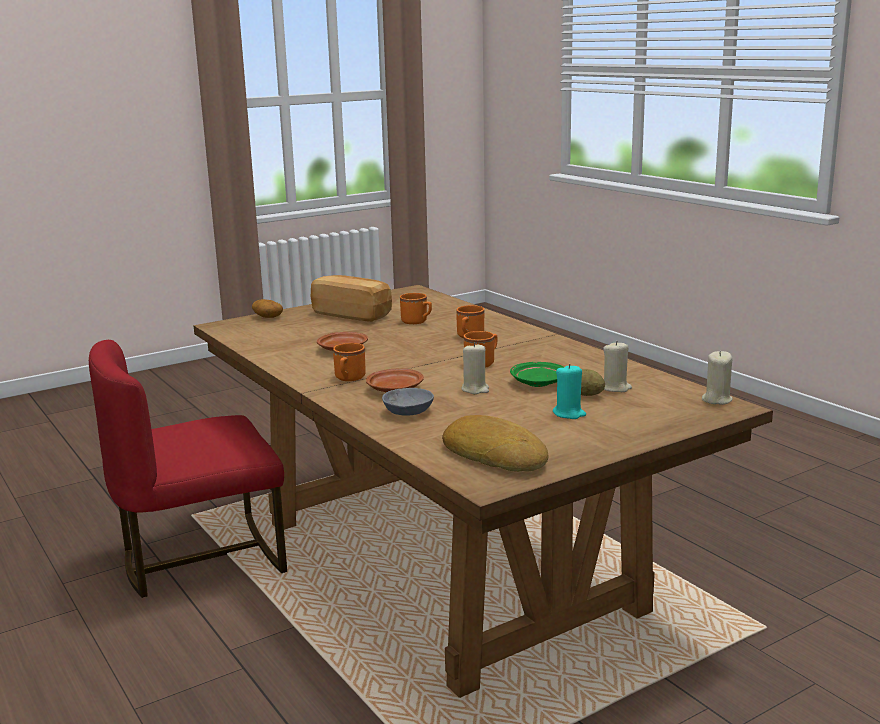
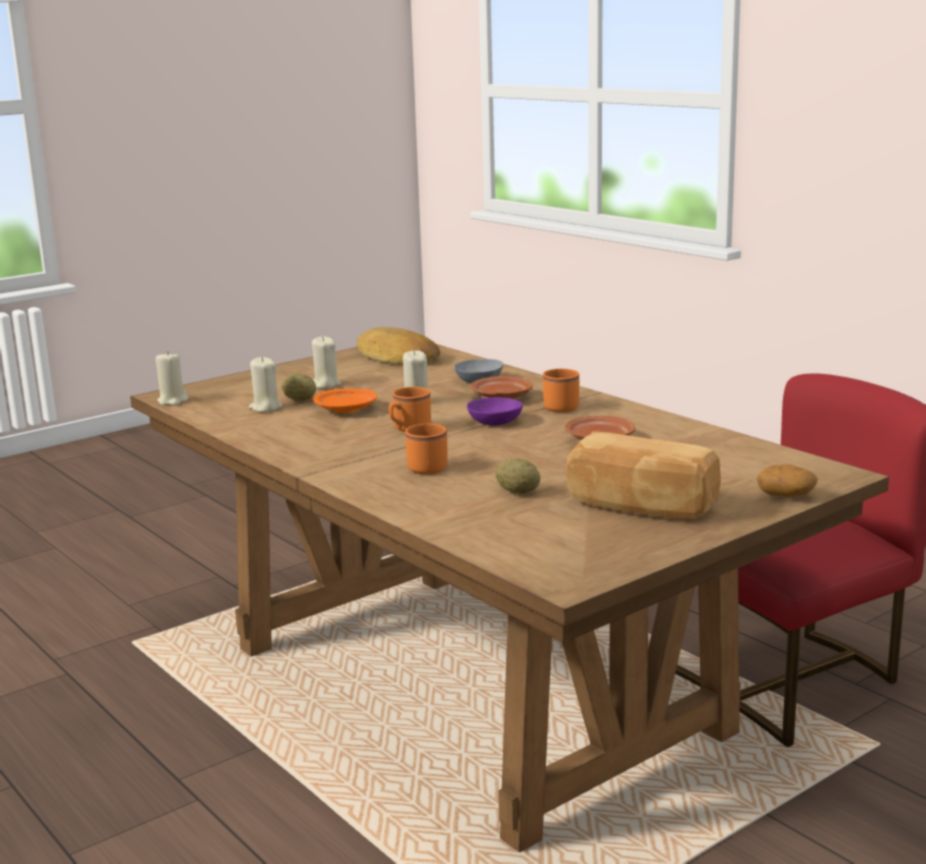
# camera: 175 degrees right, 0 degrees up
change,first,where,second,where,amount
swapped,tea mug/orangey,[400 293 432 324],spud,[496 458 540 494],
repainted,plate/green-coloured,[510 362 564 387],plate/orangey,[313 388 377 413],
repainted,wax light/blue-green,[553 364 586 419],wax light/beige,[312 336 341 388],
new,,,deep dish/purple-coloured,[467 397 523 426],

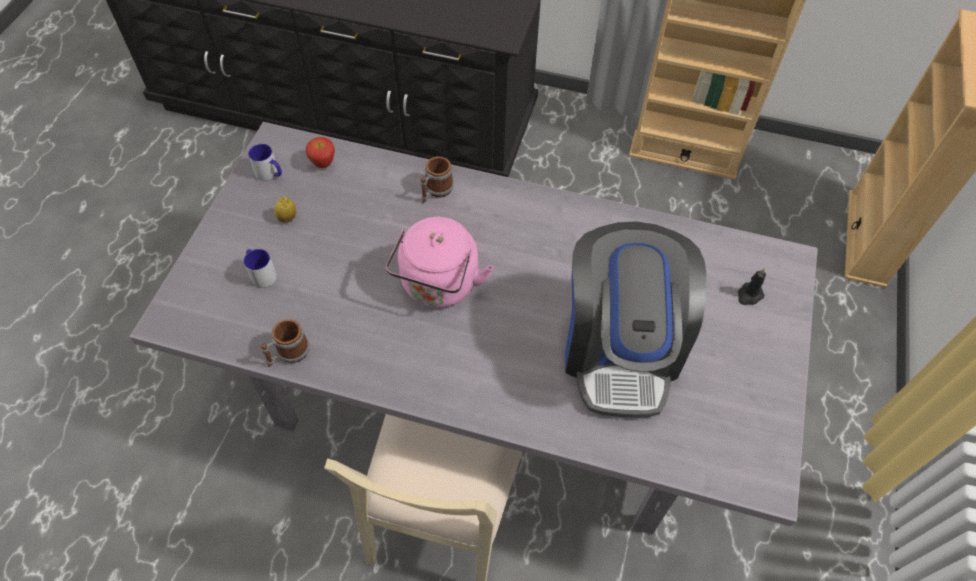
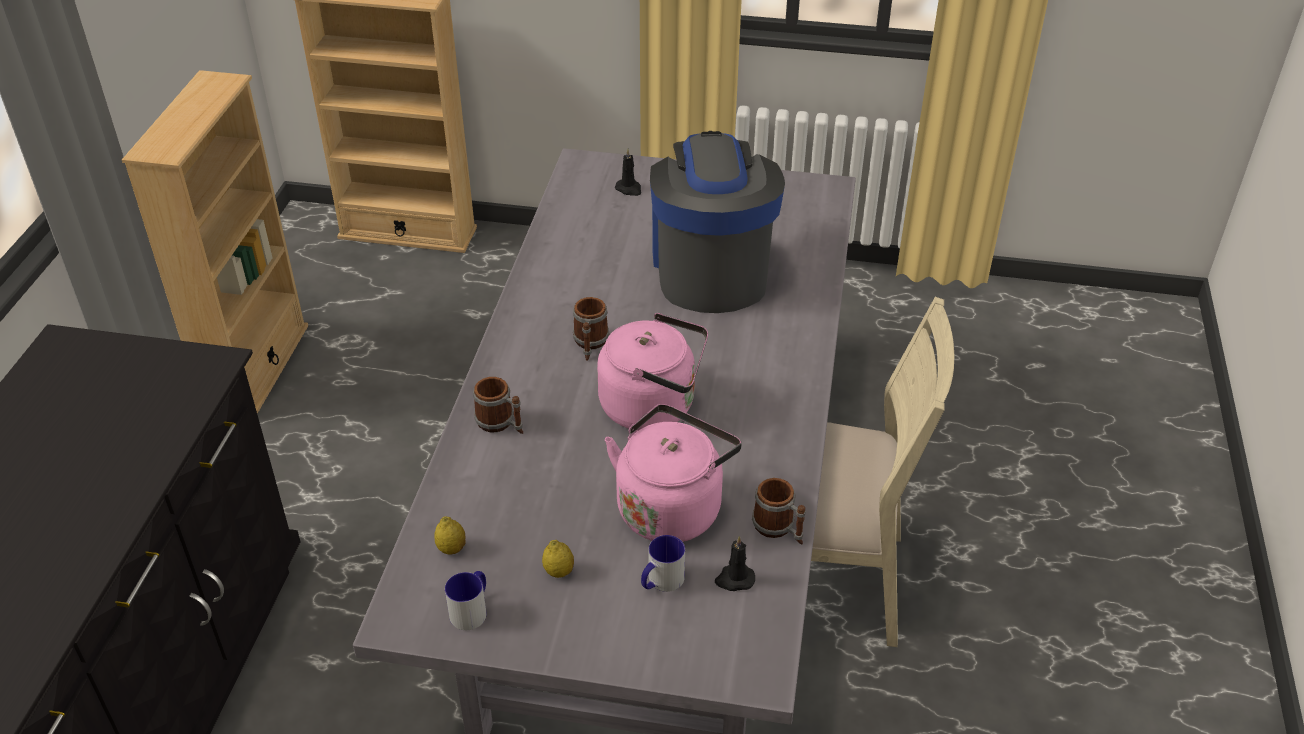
# camera: 95 degrees left, 15 degrees down
change,first,where,second,where,amount
swapped,apple fruit,[306 137 335 168],whole lemon,[435 516 466 555],
rotated,coffee machine,[565 222 706 418],,[650 131 785 313],90 degrees counterclockwise
new,,,tea mug,[573 297 609 361],
new,,,tea kettle/pinkish,[605 404 741 542],
new,,,wax light/black-coloured,[715 536 755 591],

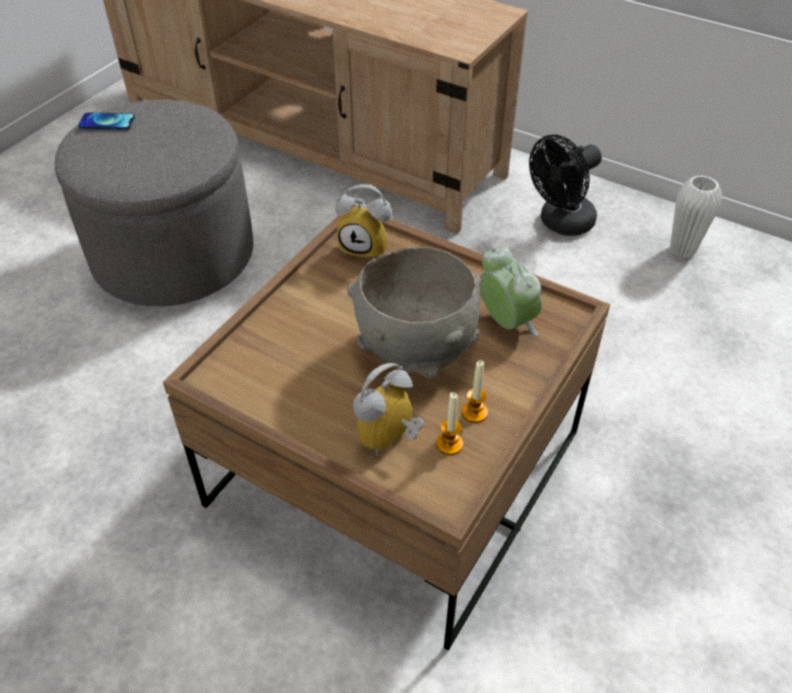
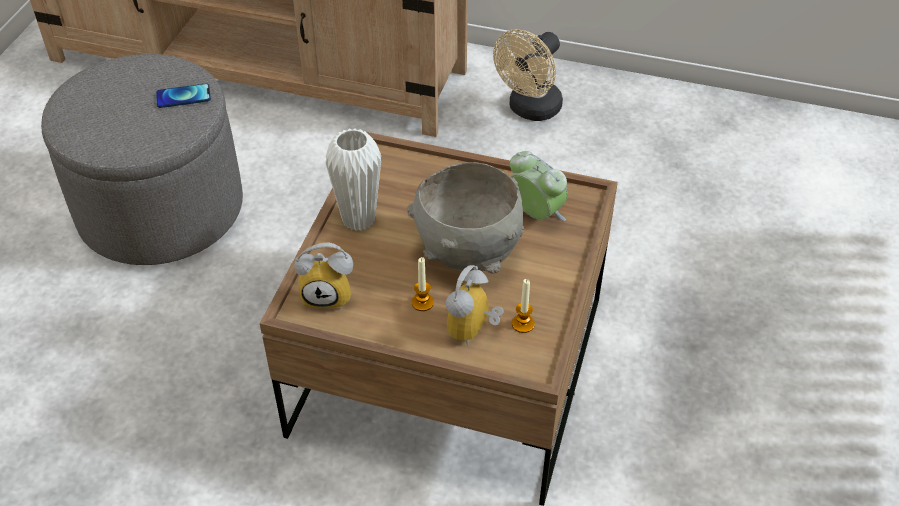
# camera: 15 degrees left, 0 degrees up
change,first,where,second,where,amount
shifted,handset,[78 112 135 130],,[156 83 211 108],
repainted,cooling fan/black-coloured,[529 135 602 236],cooling fan/beige,[493 29 563 121],
shifted,vase/white,[670 175 722 258],,[325 128 381 231],
shifted,bedside clock,[335 184 392 259],,[294 243 353 309],
shifted,wax light,[462 360 488 423],,[412 257 434 311],

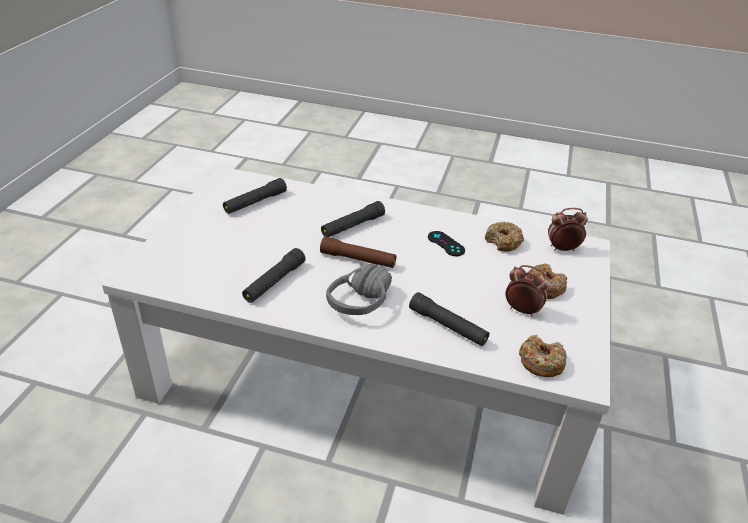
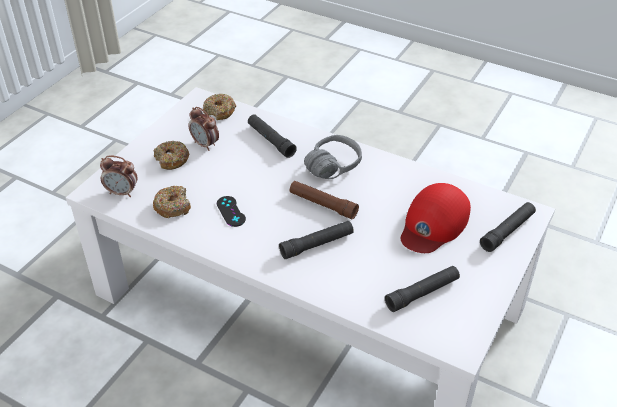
# camera: 165 degrees left, 5 degrees up
change,first,where,second,where,amount
shifted,torch/black-coloured,[242 248 306 303],,[480 202 536 252],
new,,,peaked cap/red,[401 183 471 253],

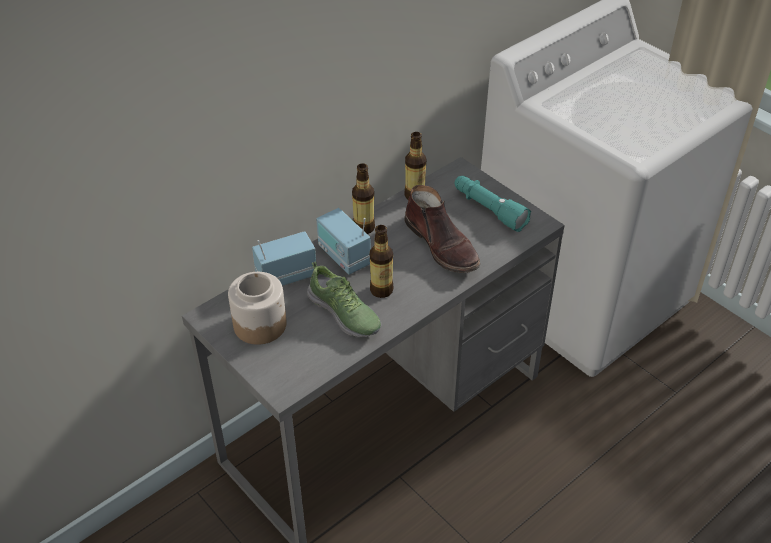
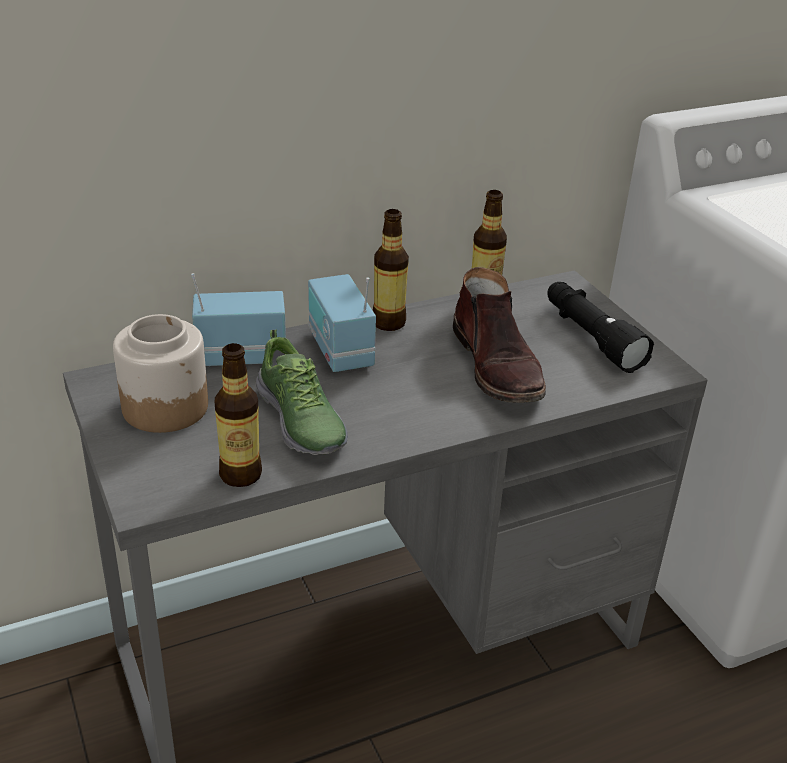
# camera: 15 degrees right, 10 degrees down
change,first,where,second,where,amount
repainted,torch/blue-green,[455 176 531 232],torch/black-coloured,[548 282 654 373],
shifted,drink bottle,[370 225 394 298],,[215 343 262 487],

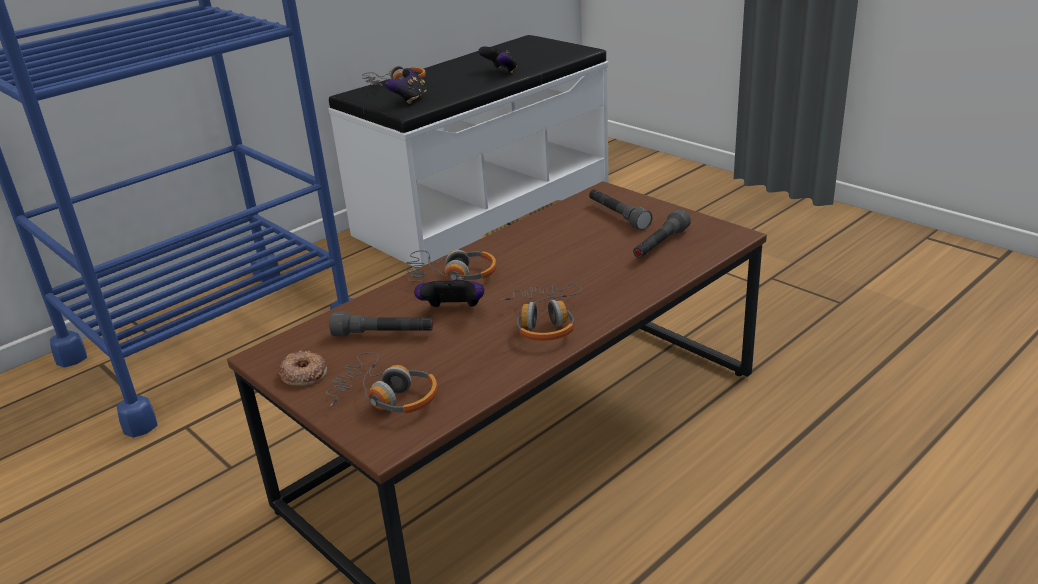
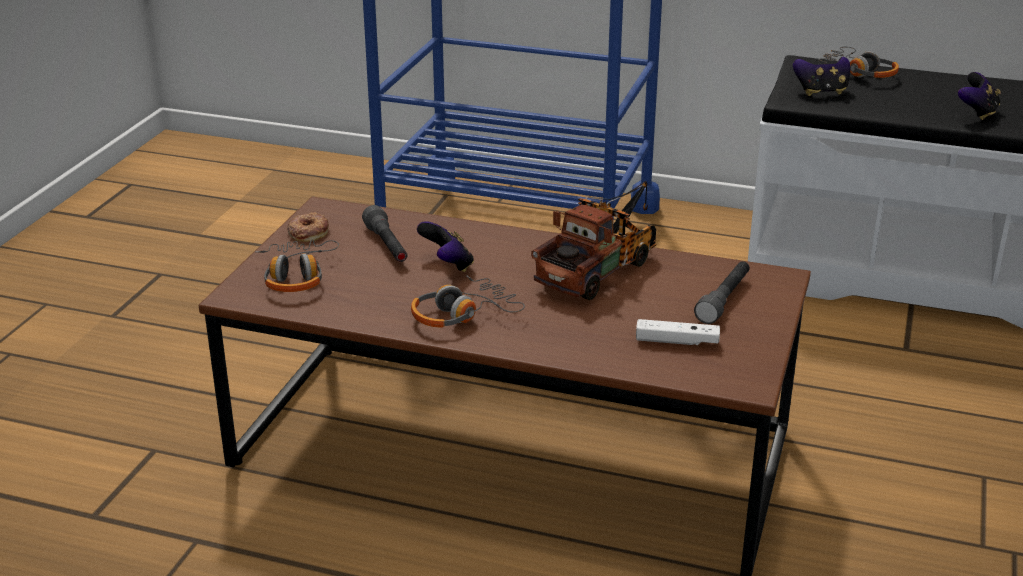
# camera: 60 degrees right, 0 degrees up
change,first,where,second,where,amount
swapped,torch/greyish,[633 209 691 258],gamepad/white,[636 319 720 345],
gone,pair of headphones,[406 250 497 284],,,
new,,,model truck,[531 181 656 300],

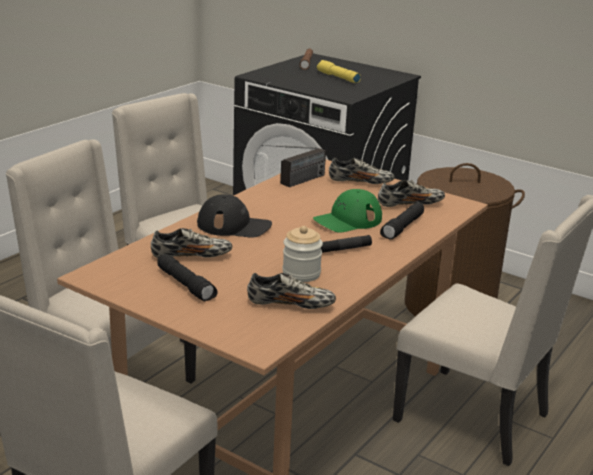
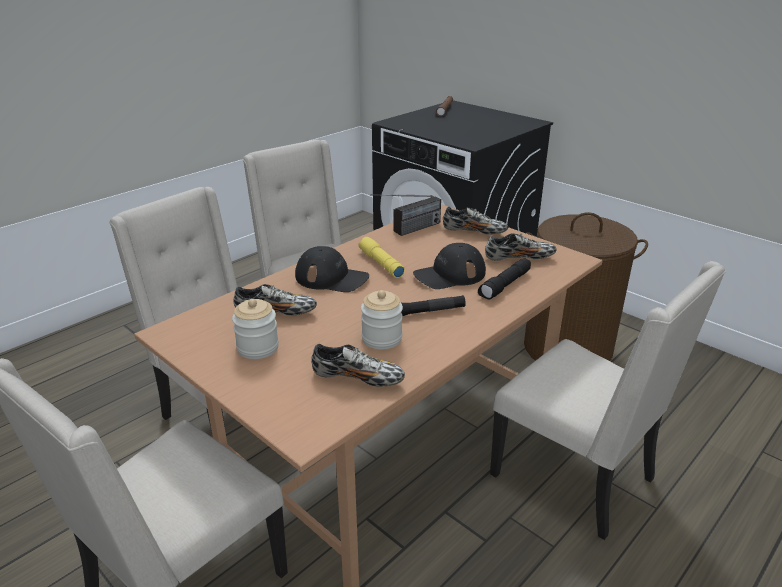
# camera: 10 degrees right, 5 degrees up
change,first,where,second,where,amount
shifted,torch/yellow,[317 60 361 83],,[358 237 404 278],
repainted,peaked cap/green-coloured,[313 189 382 233],peaked cap/black-coloured,[413 243 486 289],
swapped,torch/black-coloured,[158 254 218 301],storage jar,[232 299 279 359],

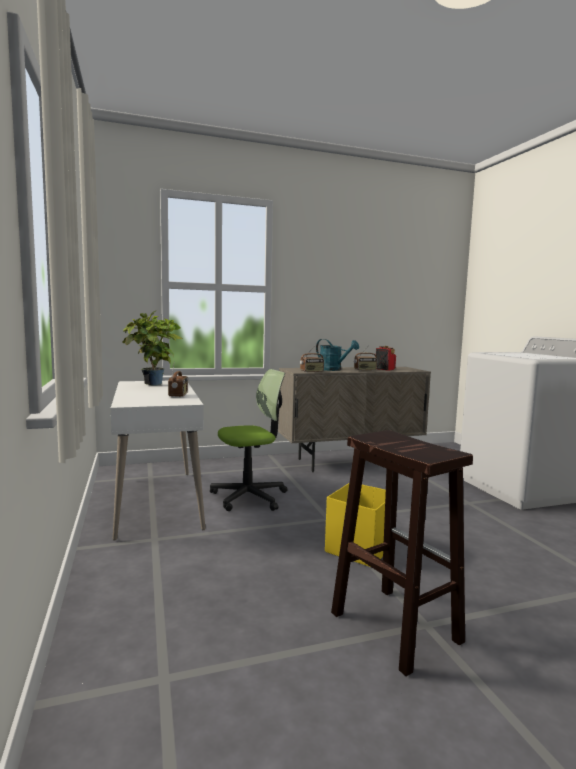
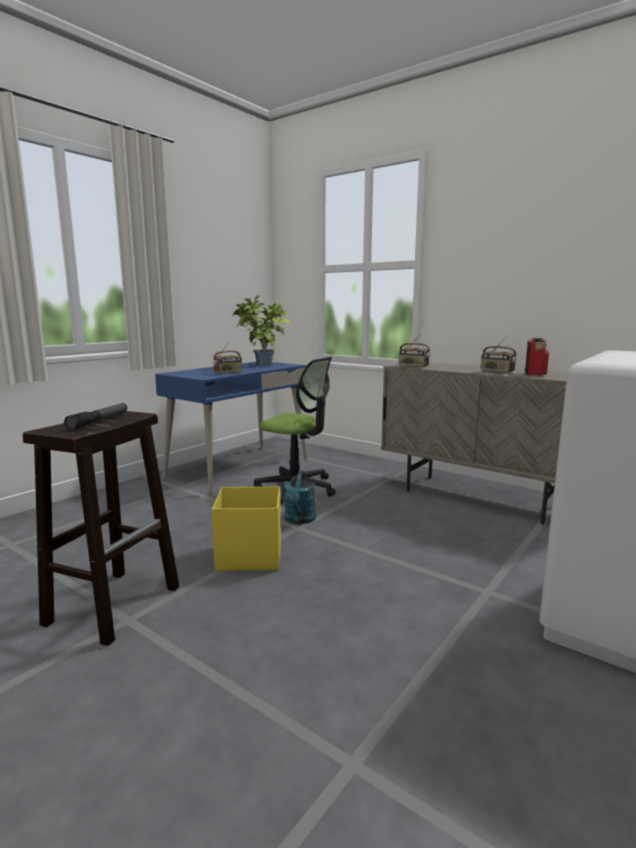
# camera: 55 degrees right, 5 degrees up
change,first,where,second,where,amount
shifted,watering can/blue-green,[316 339 359 371],,[284 471 316 524],
repainted,desk/white,[111 381 205 541],desk/blue-coloured,[155 361 307 495],
new,,,torch,[64 403 127 430],

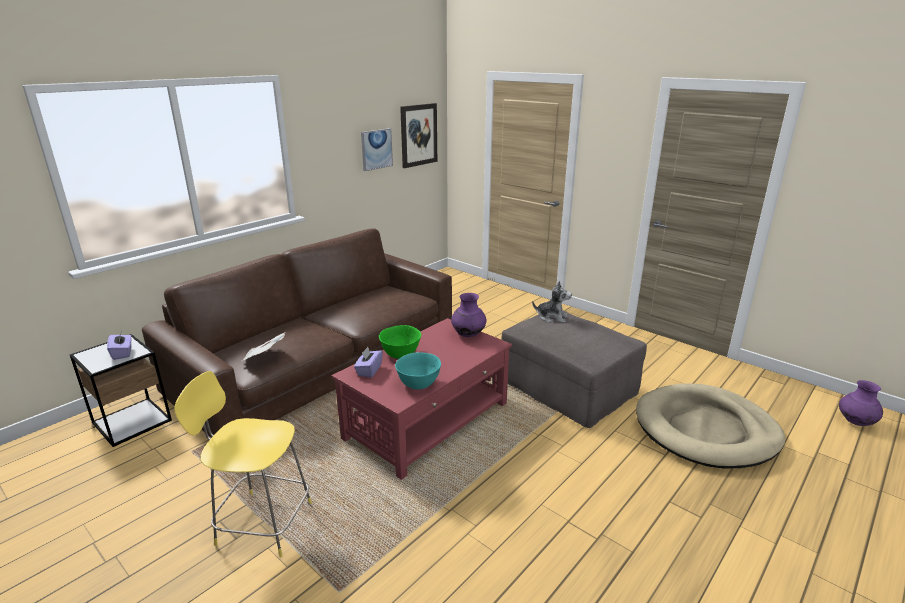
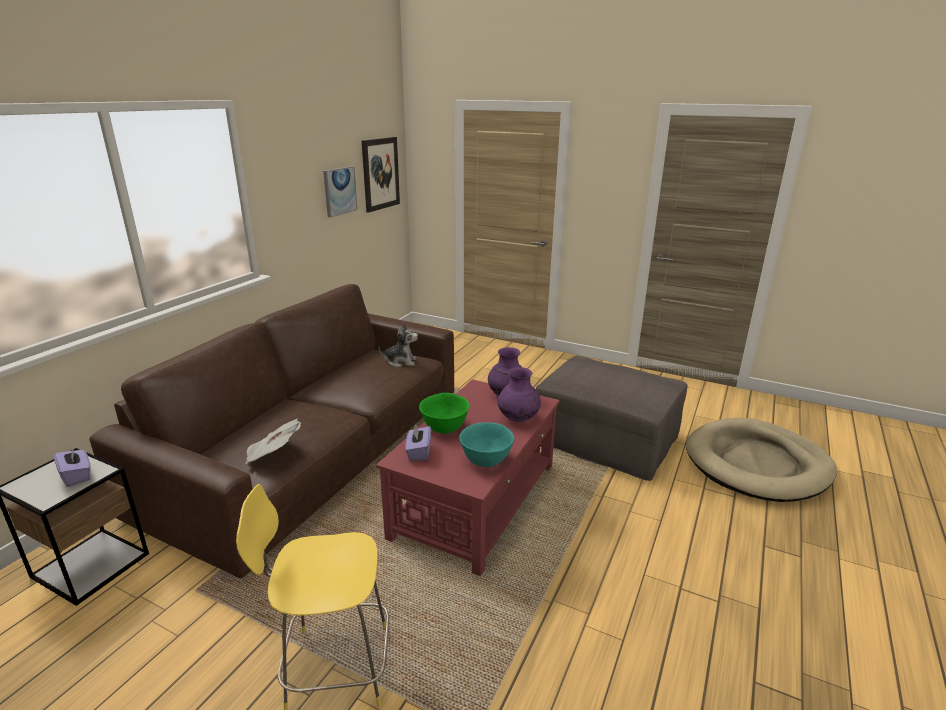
# camera: 15 degrees left, 0 degrees up
change,first,where,second,where,amount
shifted,plush toy,[532 281 572 323],,[378 322 418 367],
shifted,vase/purple-coloured,[839 380 883 426],,[497 367 541 422],

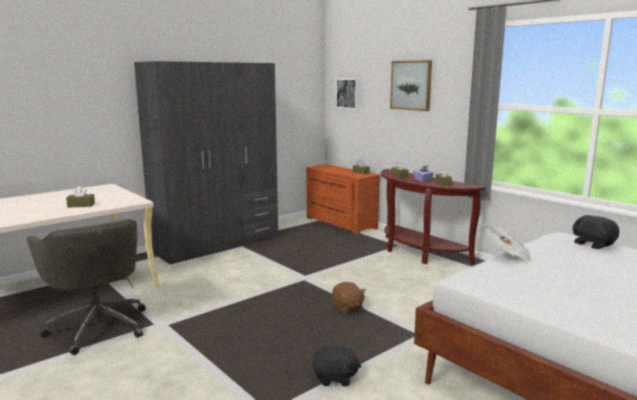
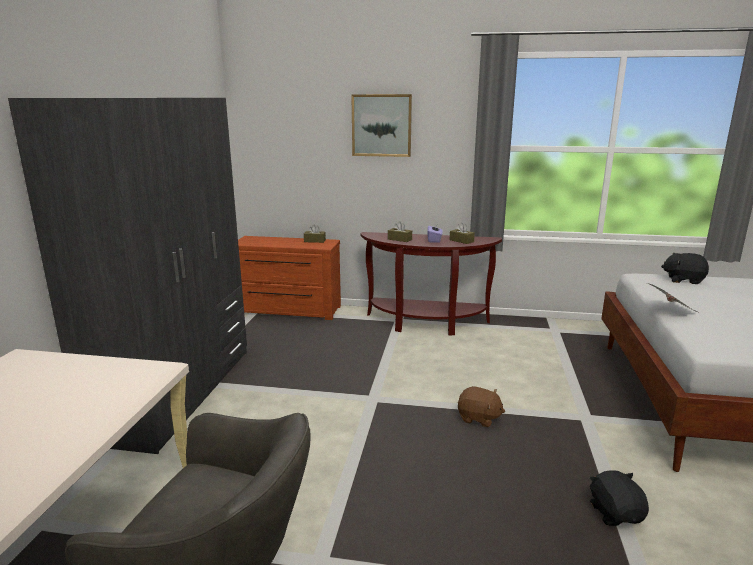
# camera: 40 degrees left, 5 degrees up
change,first,where,second,where,amount
gone,wall art,[336 79 359 109],,,
gone,box of tissues/brown,[66 186 95 208],,,
rotated,plush toy/black-coloured,[312 344 361 386],,[590 470 649 526],60 degrees counterclockwise

